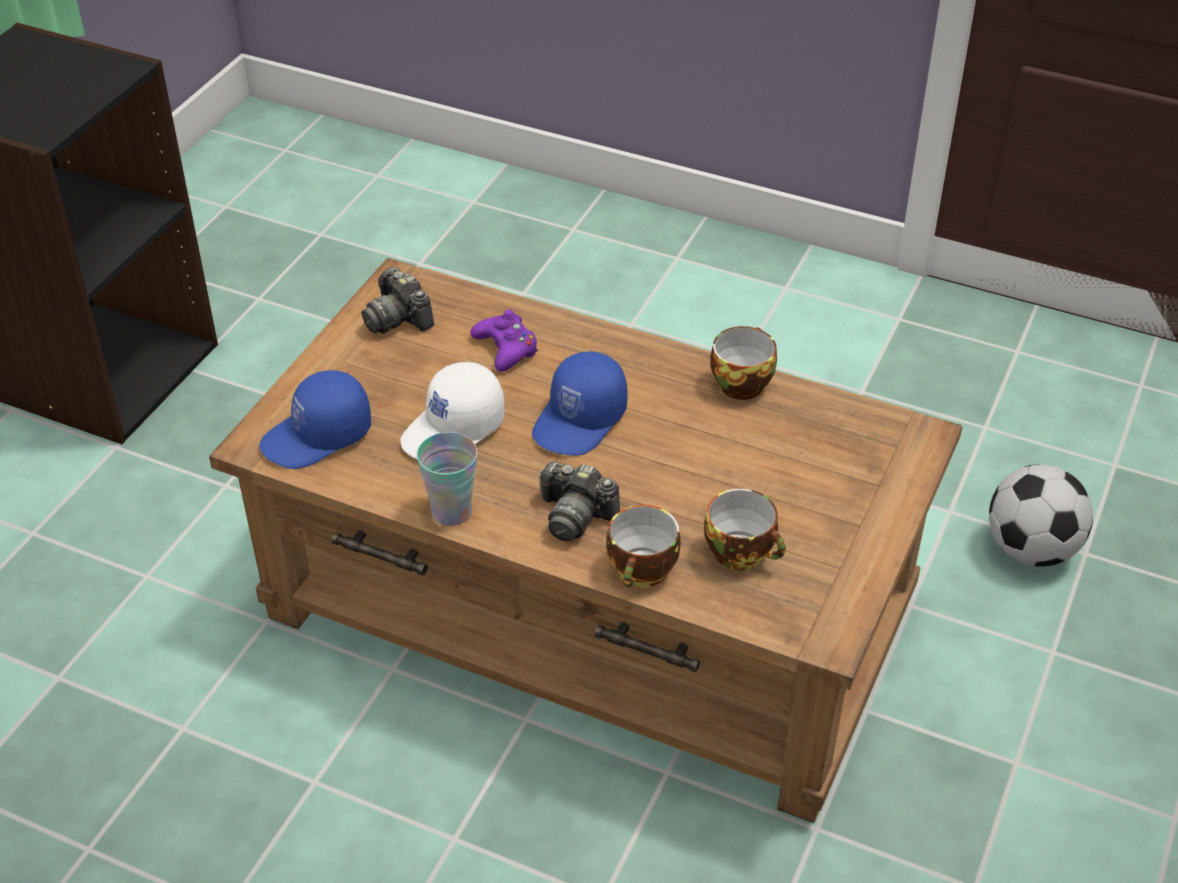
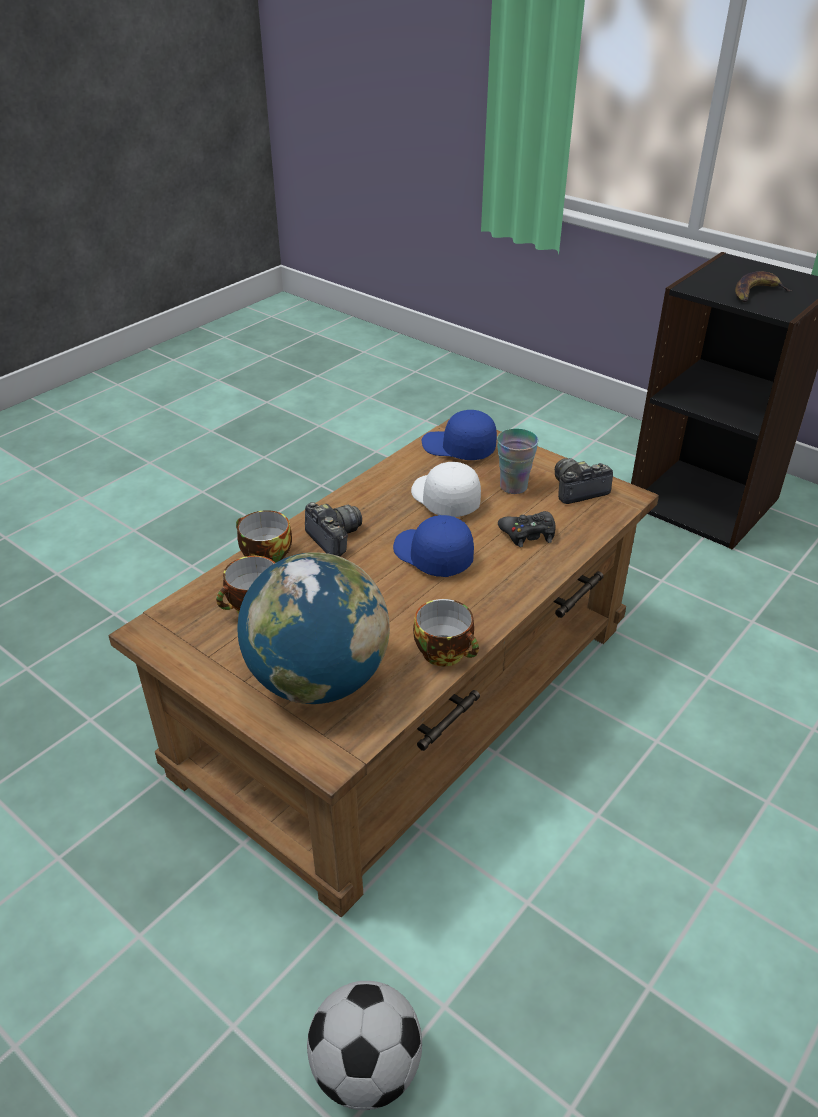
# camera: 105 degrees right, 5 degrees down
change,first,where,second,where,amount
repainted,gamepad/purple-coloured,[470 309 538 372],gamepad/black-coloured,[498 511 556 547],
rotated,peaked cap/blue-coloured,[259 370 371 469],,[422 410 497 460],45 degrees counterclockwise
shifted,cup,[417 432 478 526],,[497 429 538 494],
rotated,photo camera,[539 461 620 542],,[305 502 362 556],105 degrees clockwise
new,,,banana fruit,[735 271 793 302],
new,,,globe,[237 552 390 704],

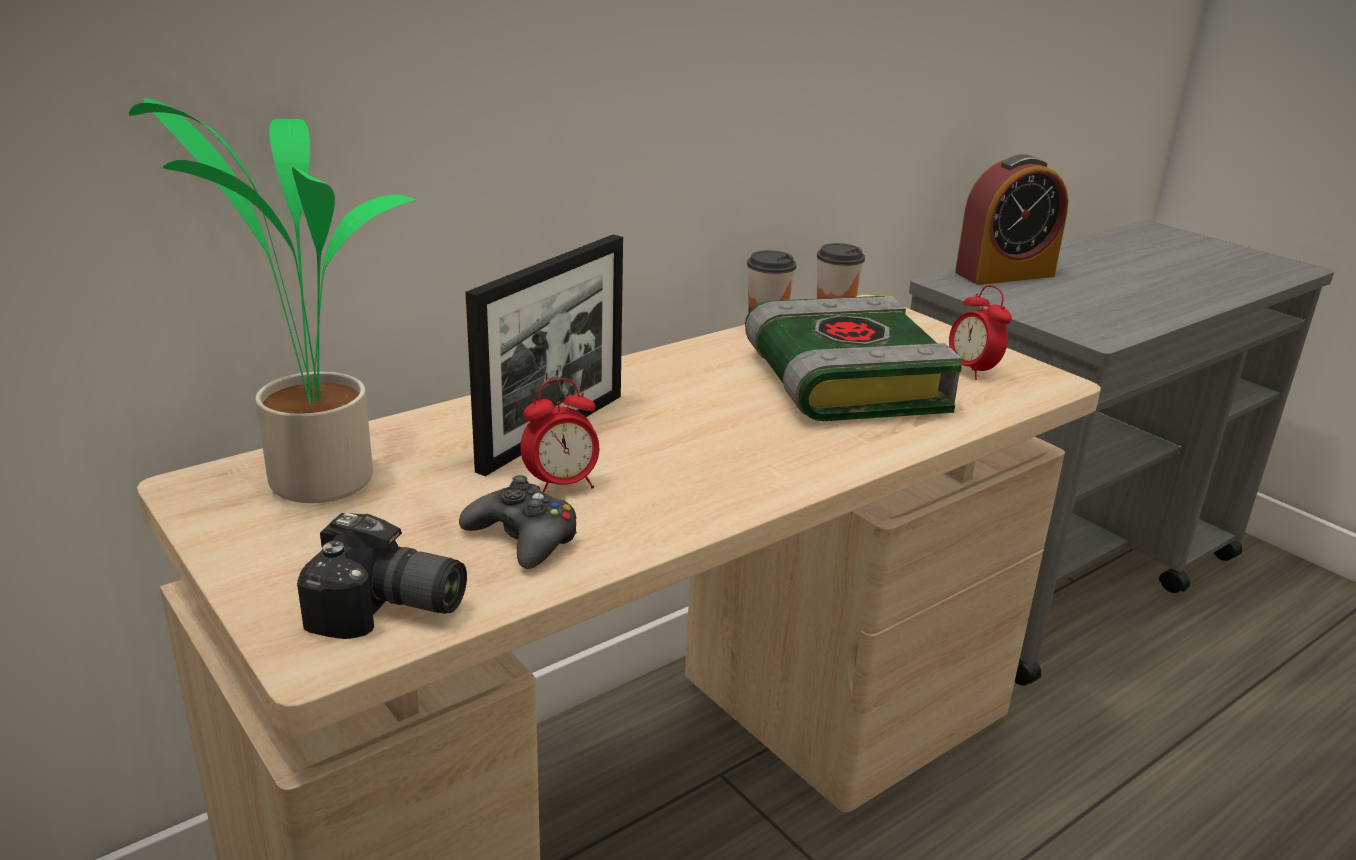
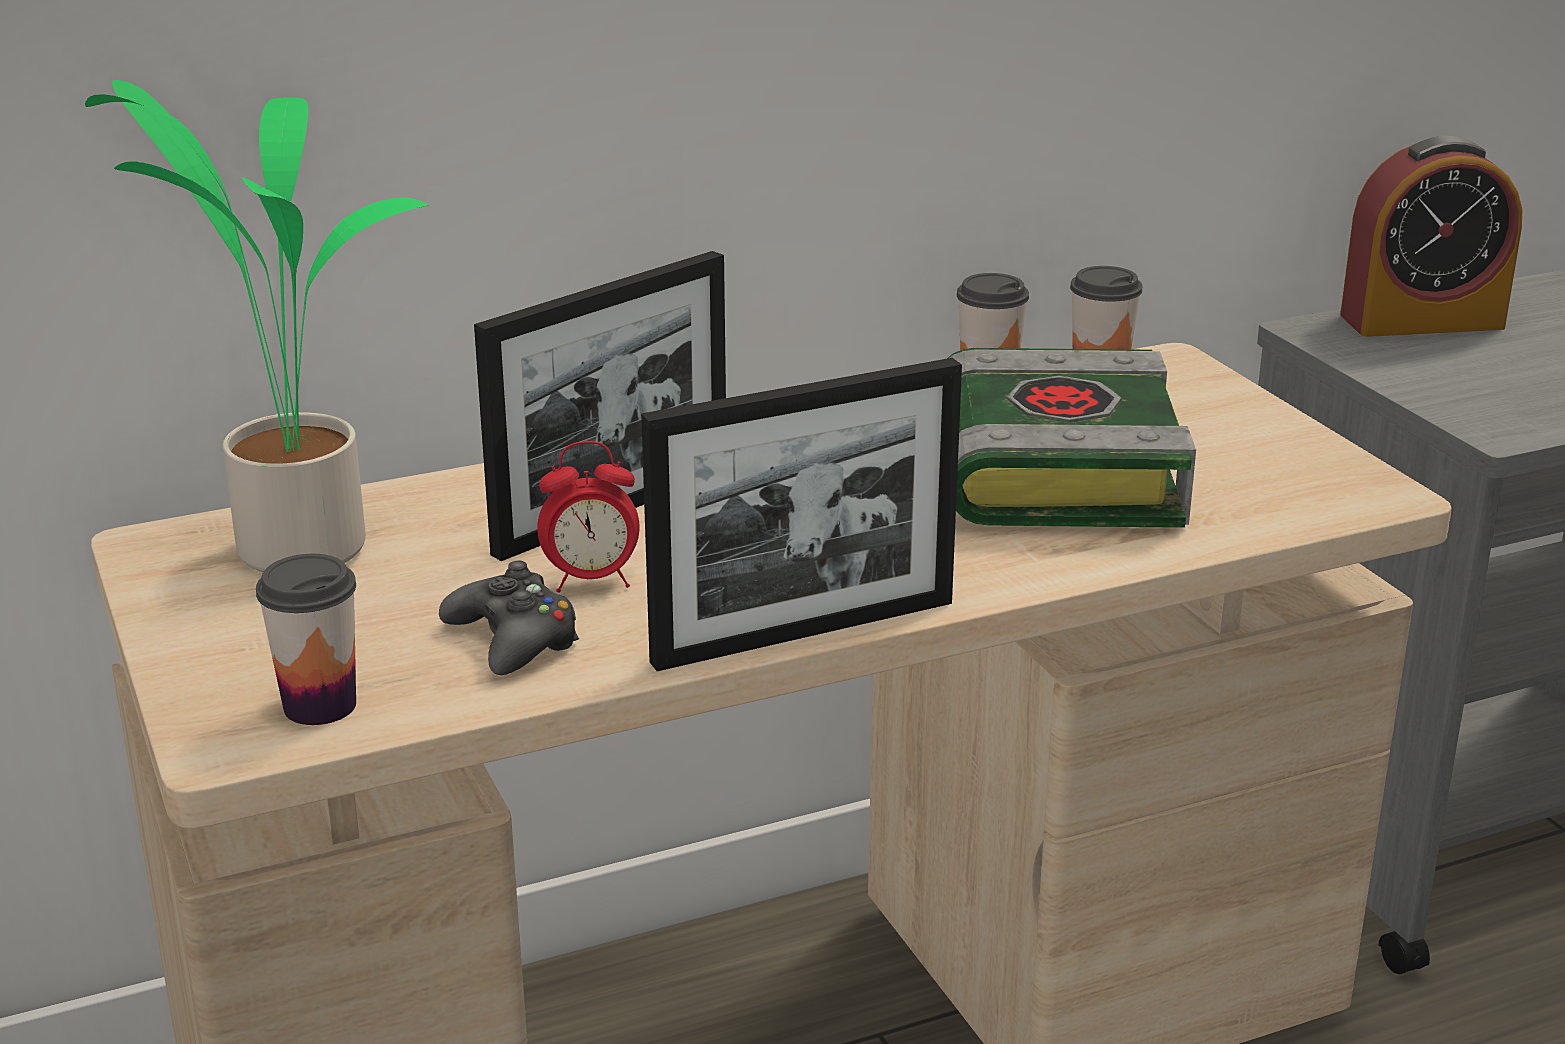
# camera: 15 degrees right, 0 degrees up
change,first,where,second,where,amount
gone,bedside clock,[949 285 1012 380],,,
swapped,photo camera,[297 513 467 639],cup,[256 554 356 725],
new,,,standing frame,[641 358 962 671],

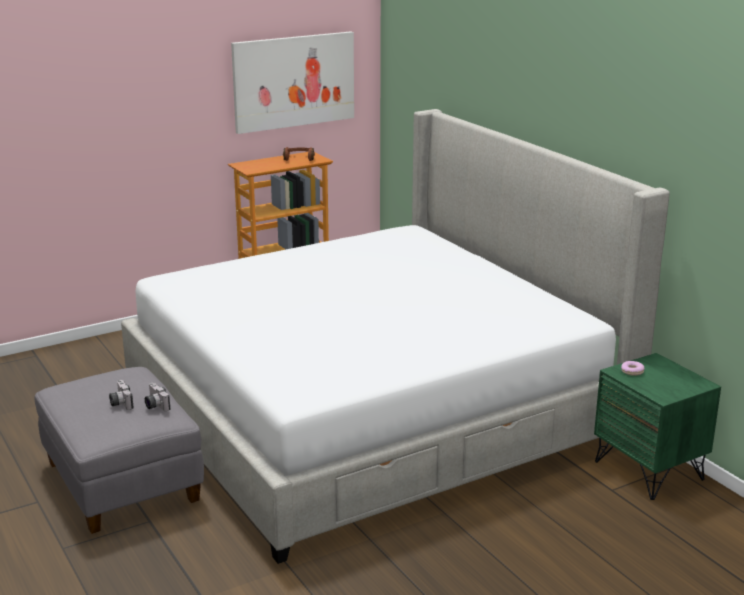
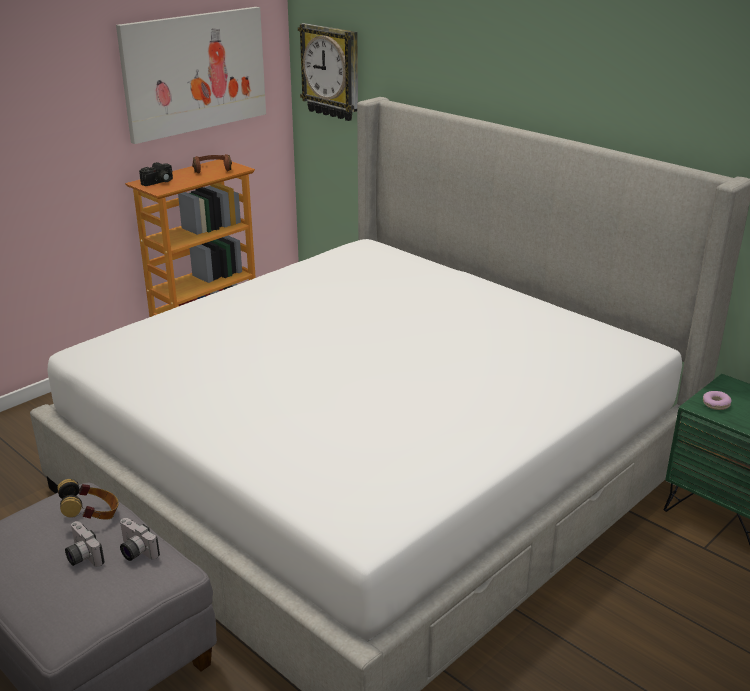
# camera: 15 degrees left, 5 degrees up
change,first,where,second,where,amount
new,,,clock on the wall,[298 23 358 121],
new,,,photo camera,[139 162 173 186],
new,,,pair of headphones,[57 479 119 520],

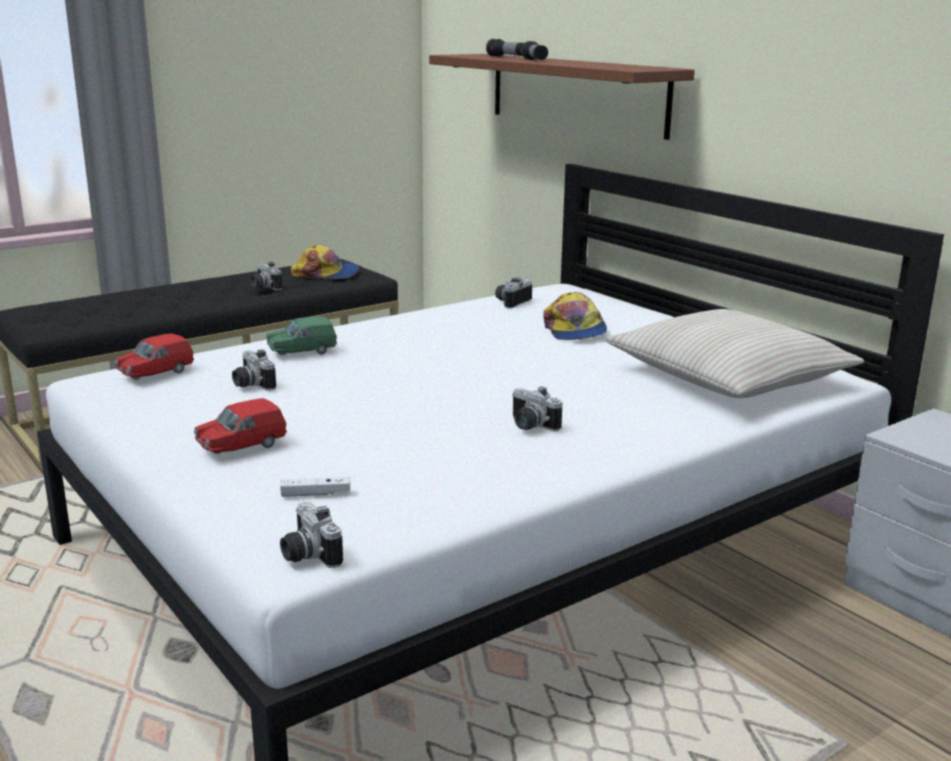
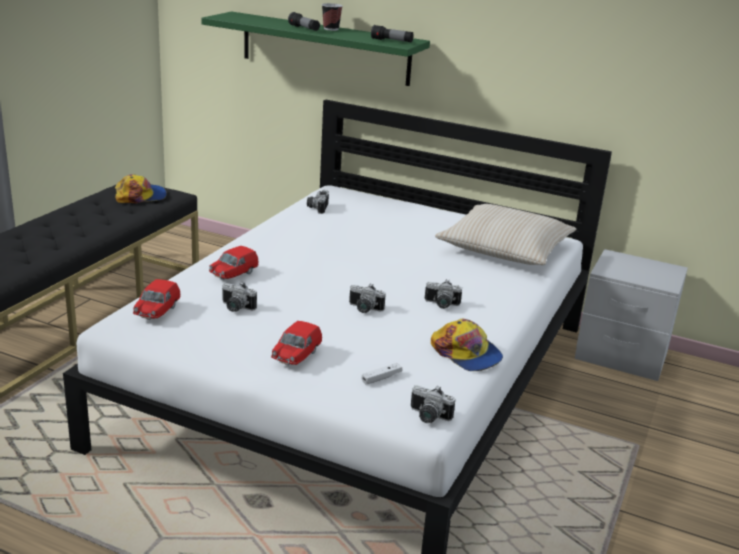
# camera: 30 degrees left, 5 degrees up
change,first,where,second,where,amount
shifted,torch,[486 39 524 57],,[371 25 414 42],
repainted,wall shelf/brown,[429 54 695 140],wall shelf/green-coloured,[201 11 430 86],
shifted,photo camera,[251 262 282 290],,[349 283 386 313],
shifted,peaked cap,[543 292 607 340],,[431 319 503 371],
repainted,miniature car/green-coloured,[266 316 337 355],miniature car/red,[209 246 258 280],
new,,,cup,[322 3 343 31],

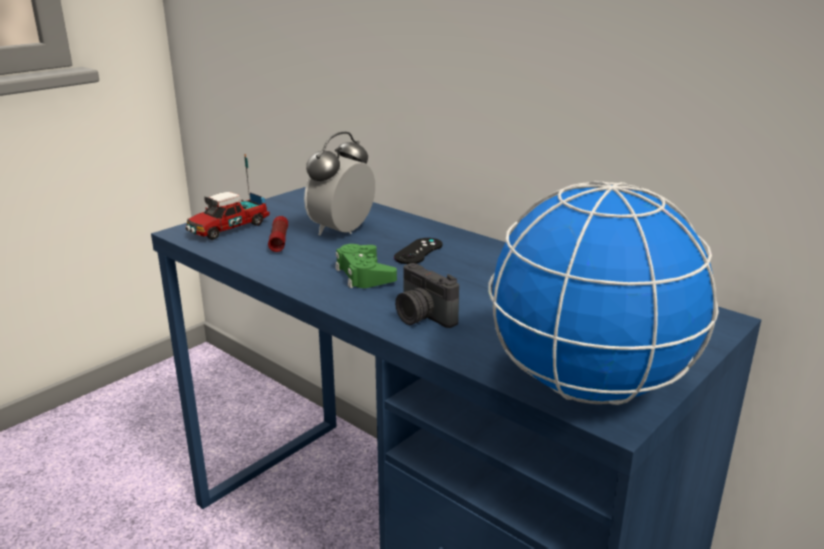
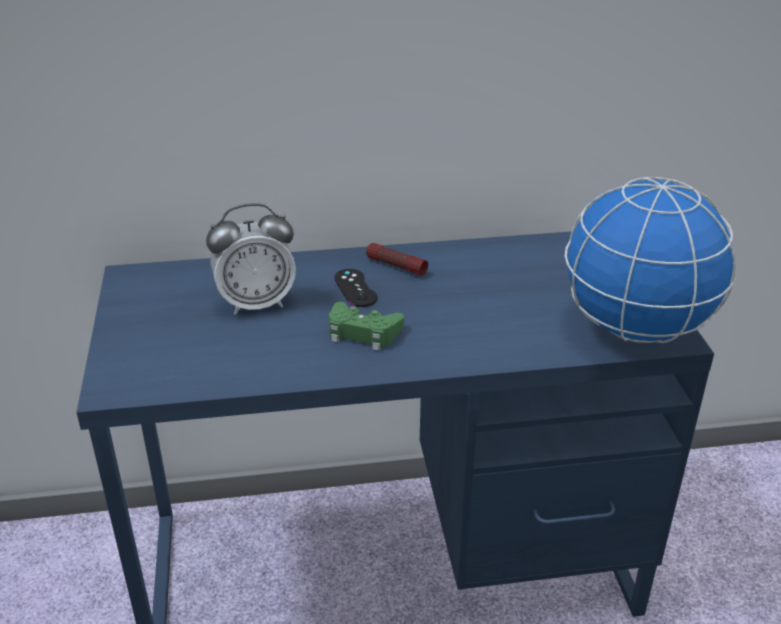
# camera: 50 degrees left, 10 degrees up
change,first,where,second,where,amount
rotated,bedside clock,[304 132 375 235],,[206 203 296 315],90 degrees counterclockwise
gone,model truck,[185 154 270 240],,,
shifted,torch,[268 216 288 252],,[366 243 428 276],
gone,photo camera,[395 263 459 328],,,

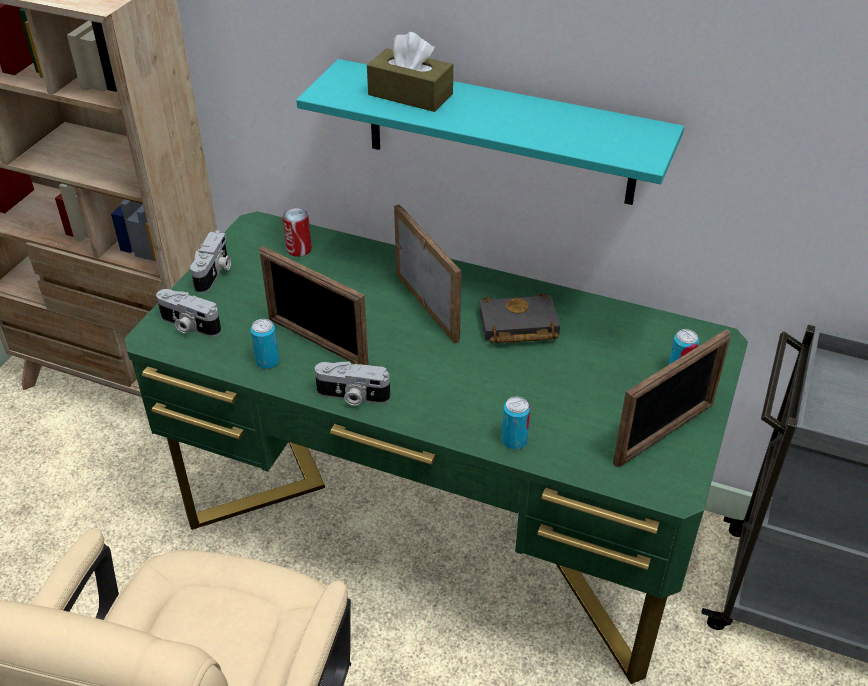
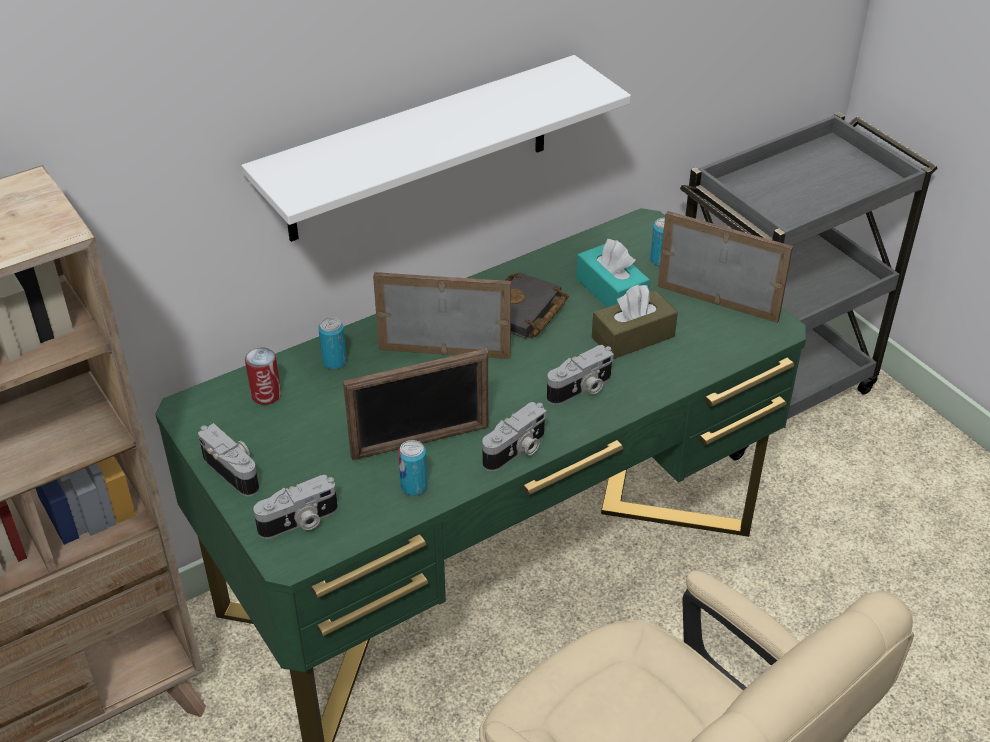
# camera: 55 degrees left, 0 degrees up
change,first,where,second,where,amount
shifted,box of tissues/brown,[367 32 453 112],,[592 284 678 359],
repainted,wall shelf/blue-green,[296 59 684 205],wall shelf/white,[241 55 631 242],
rotated,standing frame,[613 329 731 467],,[658 211 793 323],60 degrees counterclockwise
shifted,sealed can,[502 397 530 450],,[318 317 347 369],
new,,,box of tissues/blue-green,[576 239 650 307],
new,,,photo camera,[547 345 614 405],

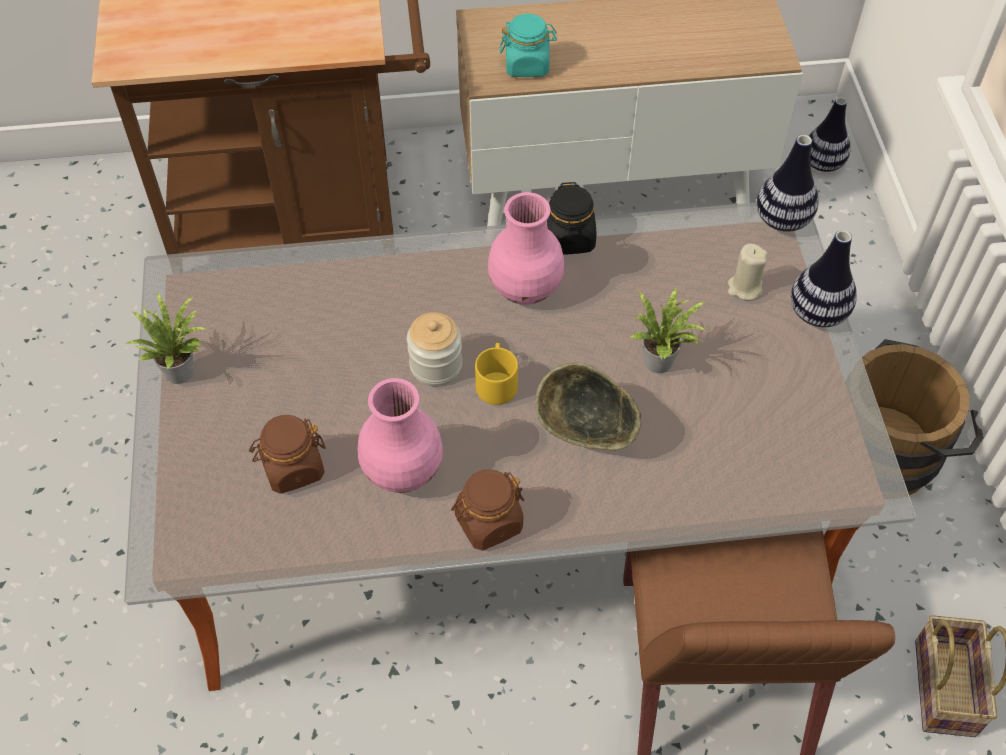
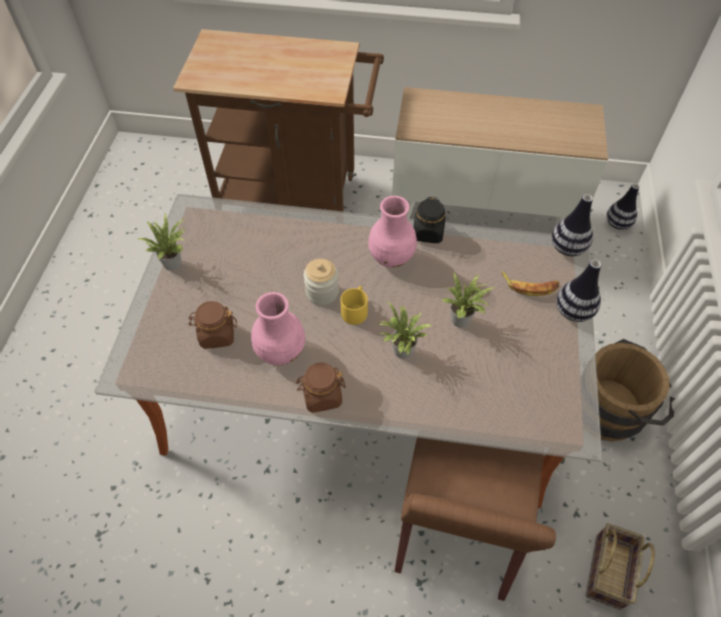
# camera: 15 degrees right, 0 degrees up
change,first,where,second,where,amount
gone,storage jar/blue-green,[500 14 557 77],,,
swapped,wax light/beige,[728 243 768 300],banana fruit,[501 271 560 296],
swapped,deep dish,[536 363 641 450],houseplant,[377 301 433 359],

